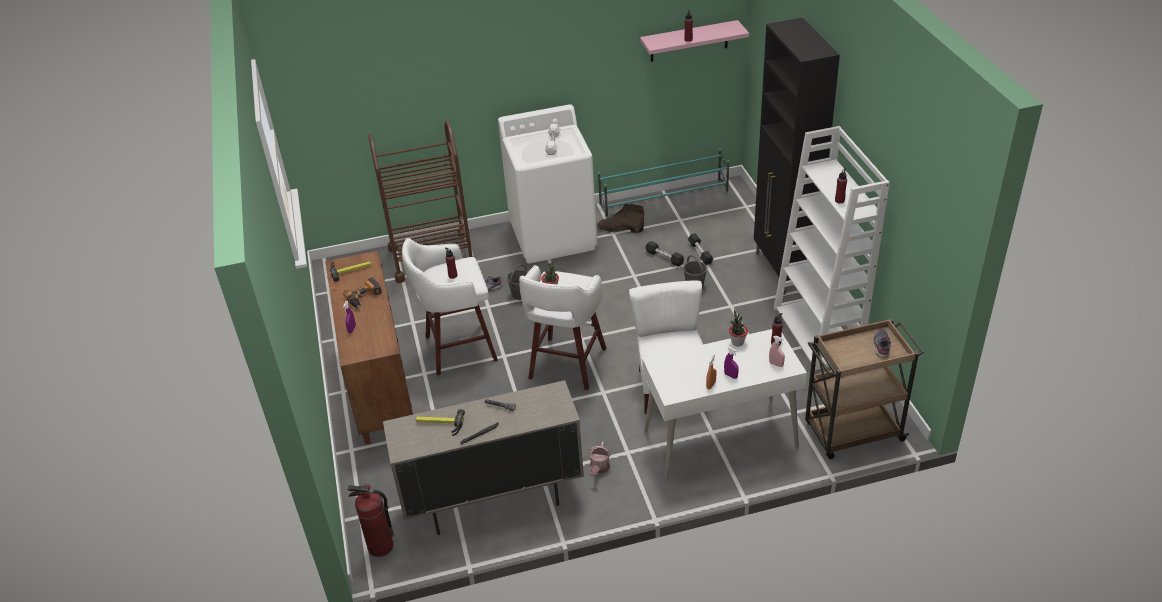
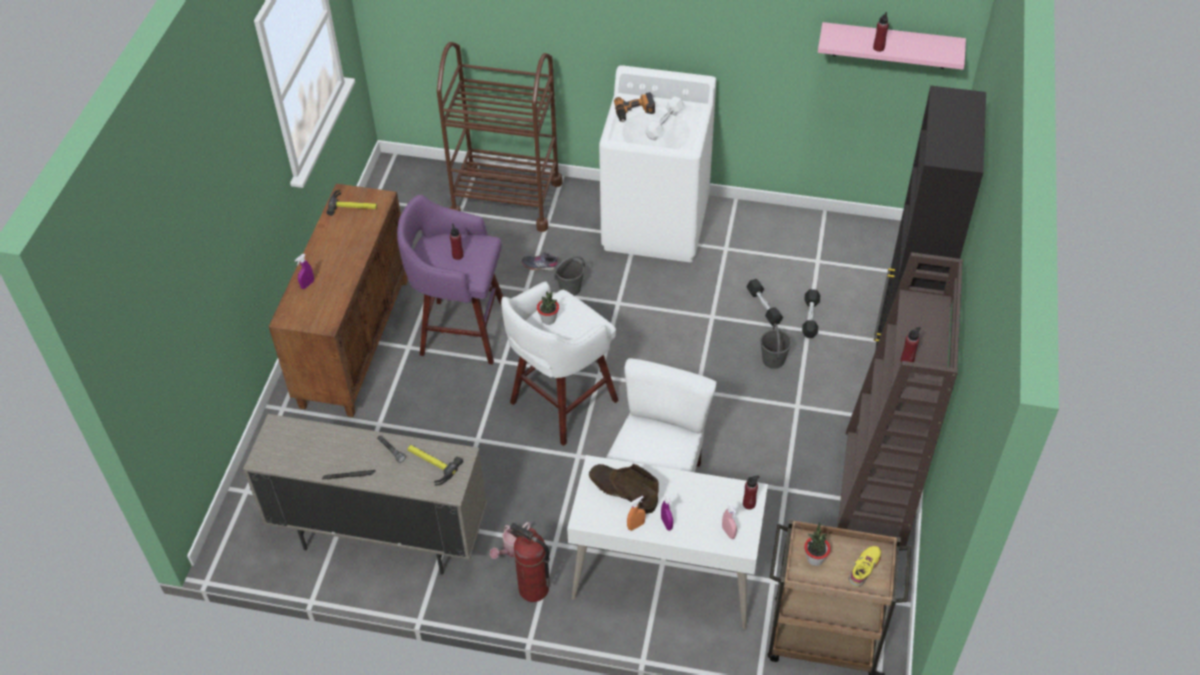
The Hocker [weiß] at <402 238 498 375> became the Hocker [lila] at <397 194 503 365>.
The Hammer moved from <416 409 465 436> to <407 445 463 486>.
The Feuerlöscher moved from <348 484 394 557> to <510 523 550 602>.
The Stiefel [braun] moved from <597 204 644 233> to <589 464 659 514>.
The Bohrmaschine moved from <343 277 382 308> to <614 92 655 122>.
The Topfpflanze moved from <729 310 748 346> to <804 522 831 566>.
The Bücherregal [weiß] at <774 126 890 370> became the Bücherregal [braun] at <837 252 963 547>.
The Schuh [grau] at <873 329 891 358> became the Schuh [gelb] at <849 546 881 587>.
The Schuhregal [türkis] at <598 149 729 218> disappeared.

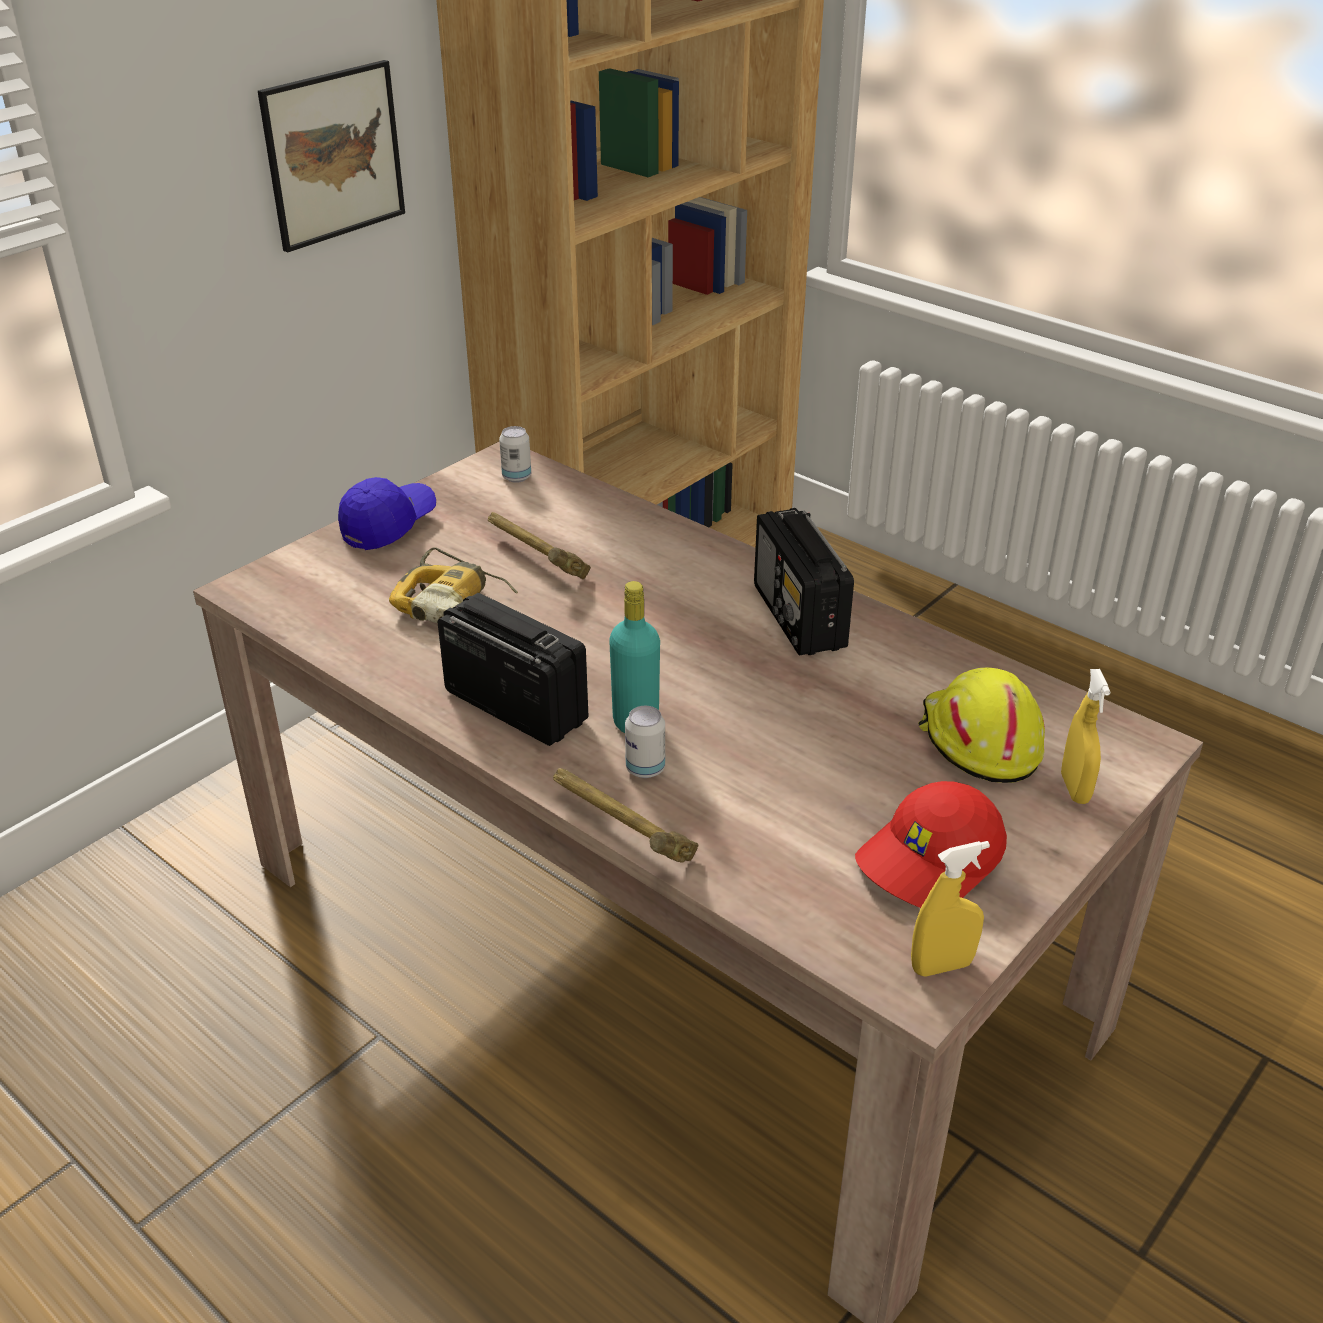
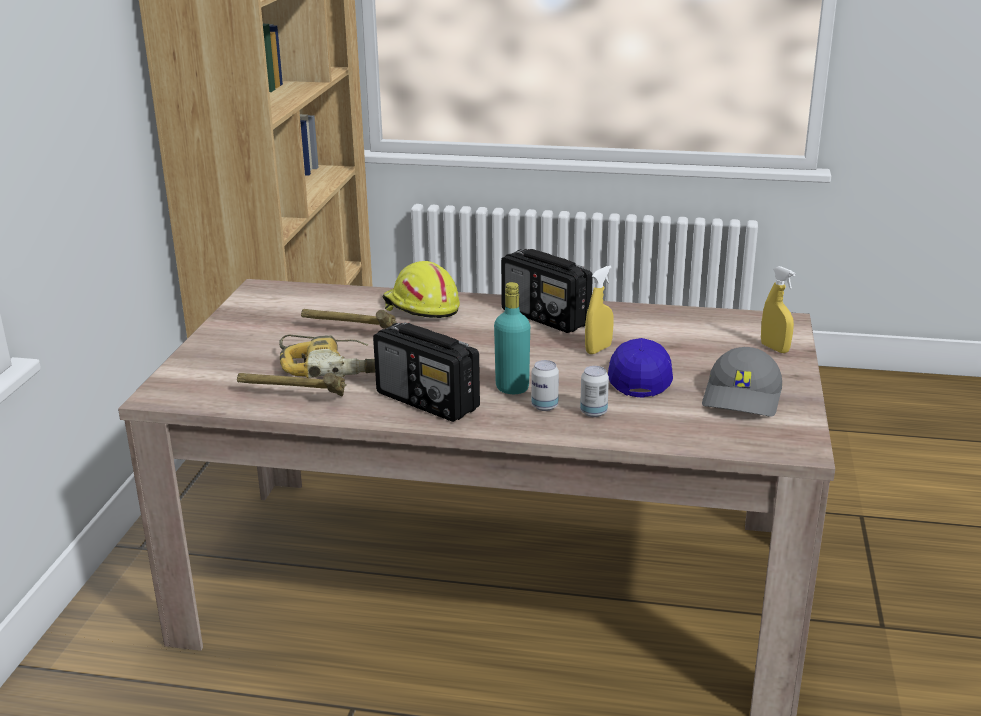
The Hammer moved from <553 768 699 863> to <237 373 347 396>.
The Radio at <438 593 588 746> turned 150 degrees counterclockwise.
The Schutzhelm [gelb] moved from <918 668 1045 783> to <383 261 460 318>.
The Dose moved from <499 426 531 483> to <580 366 609 417>.
The Sprühflasche [gelb] moved from <911 841 990 977> to <585 265 613 354>.
The Kappe [blau] moved from <338 477 436 550> to <608 338 673 398>.
The Kappe [rot] at <855 781 1007 908> became the Kappe [grau] at <702 347 782 417>.
The Bild at <258 60 405 252> disappeared.

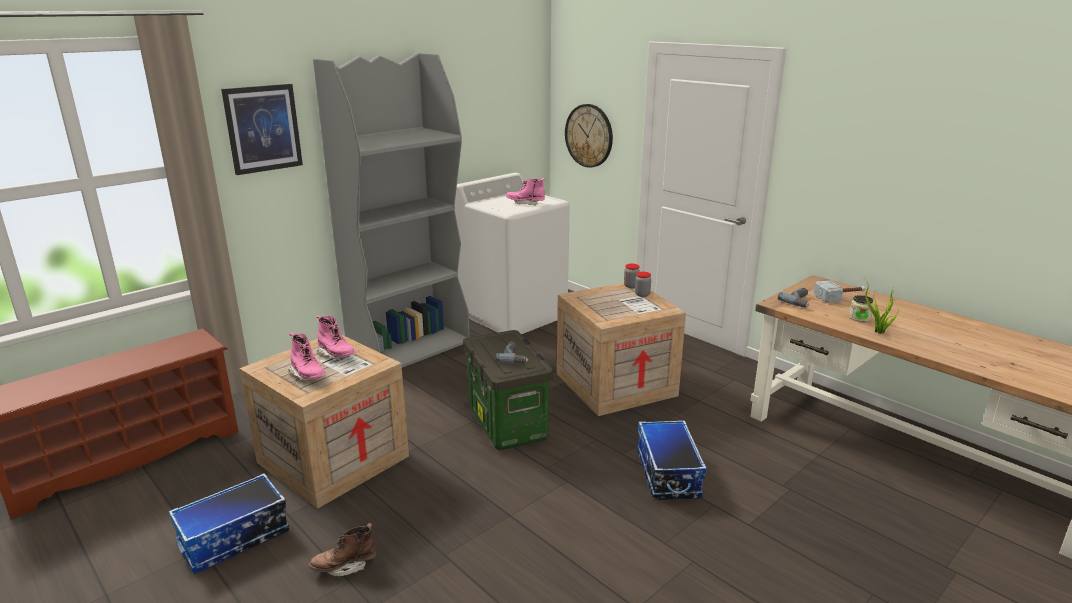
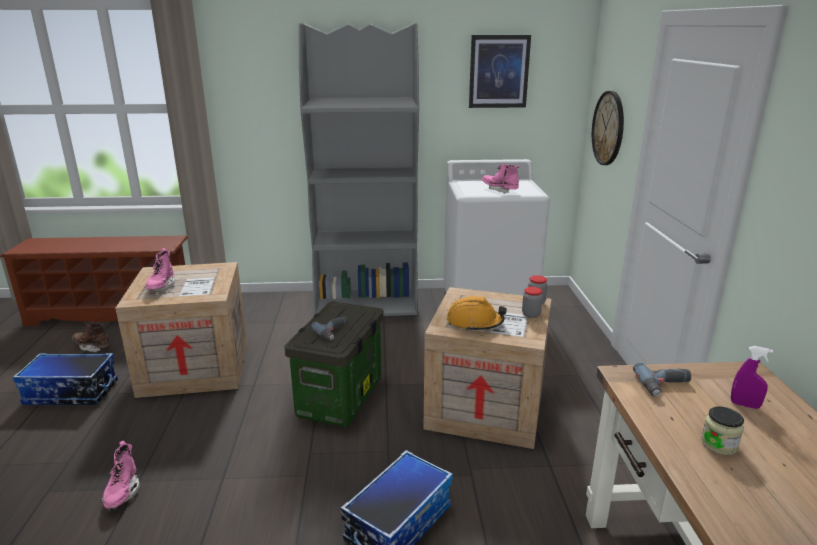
The Stiefel [braun] moved from <309 523 376 576> to <72 323 110 352>.
The Stiefel [rosa] moved from <317 315 356 359> to <102 440 140 509>.
The Schutzhelm [orange] at <447 296 507 332> appeared.
The Bild moved from <221 84 303 175> to <469 35 531 108>.
The Hammer at <814 280 866 303> was replaced by the Sprühflasche [lila] at <731 346 773 409>.
The Topfpflanze at <865 279 900 334> disappeared.

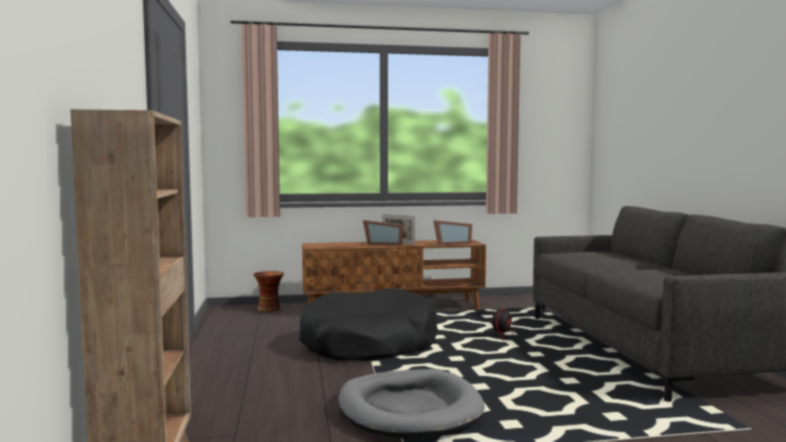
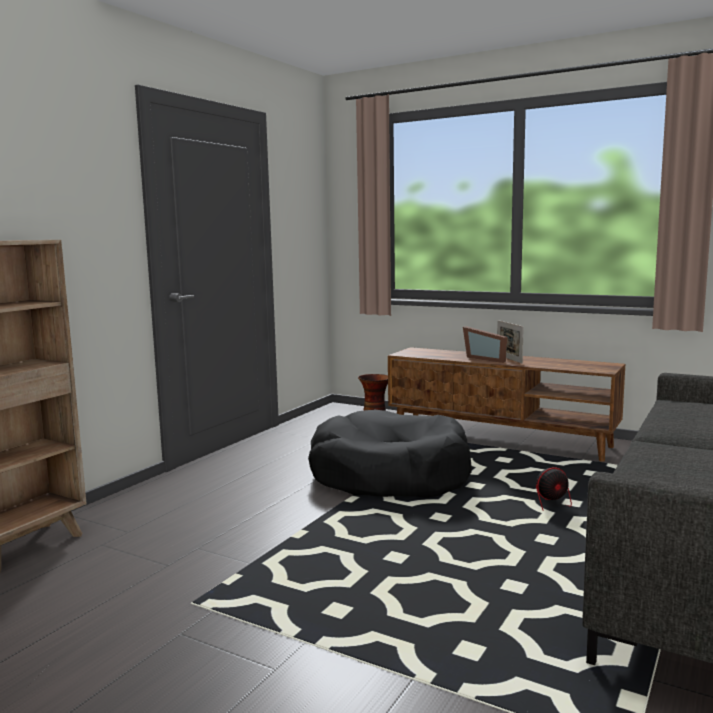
The Hundebett [grau] at <338 369 485 439> disappeared.
The Bilderrahmen at <433 220 472 245> disappeared.

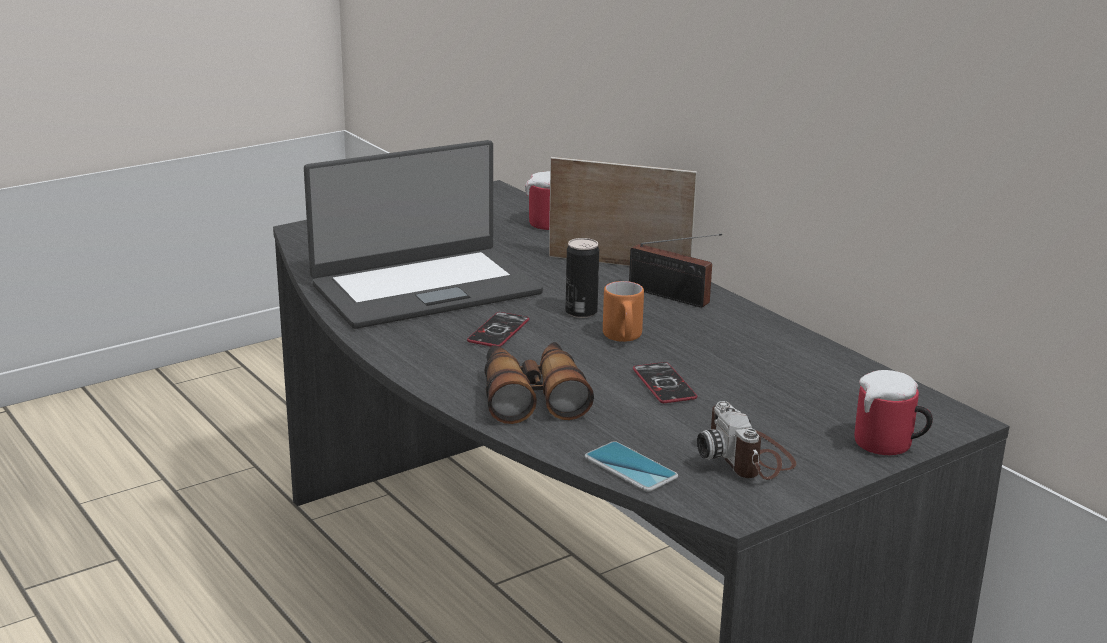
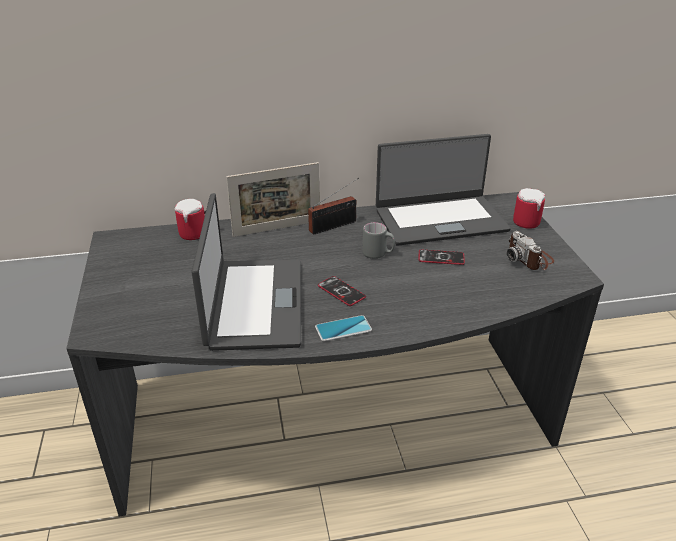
The Bilderrahmen at <549 157 697 266> turned 150 degrees counterclockwise.
The Handy moved from <585 441 678 492> to <315 315 372 342>.
The Henkelbecher [orange] at <603 281 644 342> became the Henkelbecher [grau] at <363 222 395 259>.
The Laptop at <376 134 511 246> appeared.
The Kamera at <697 401 796 480> turned 60 degrees clockwise.
The Fernglas at <485 342 594 424> disappeared.
The Dose at <565 238 599 318> disappeared.

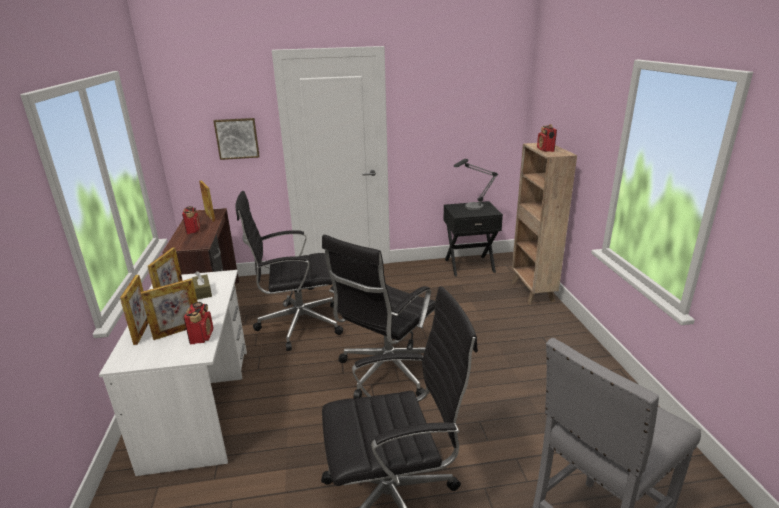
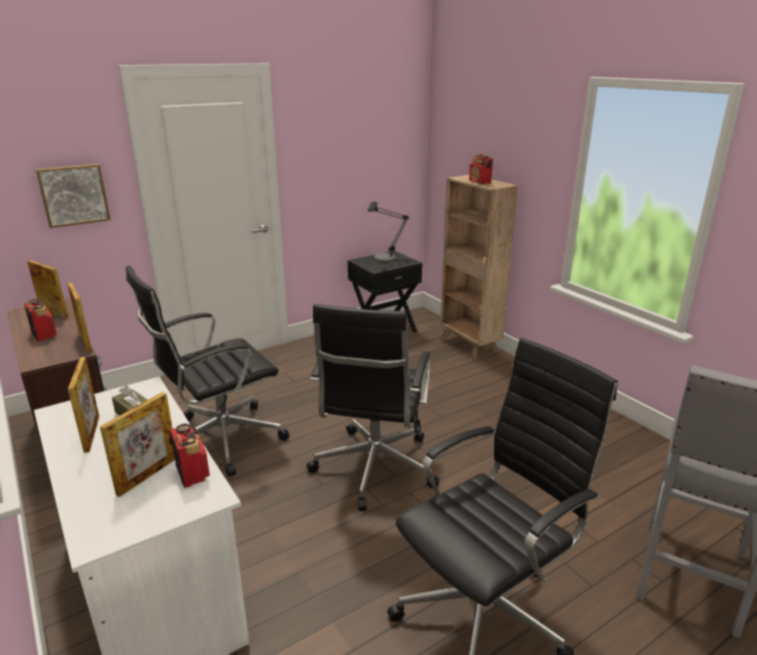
The Bilderrahmen moved from <120 275 149 345> to <67 283 92 353>.

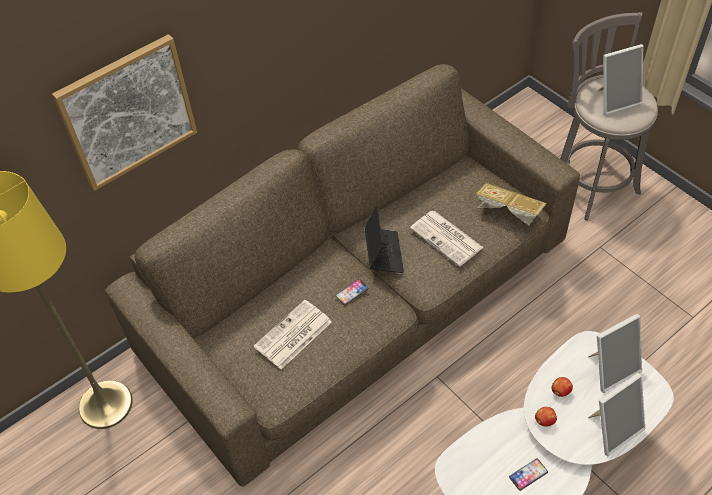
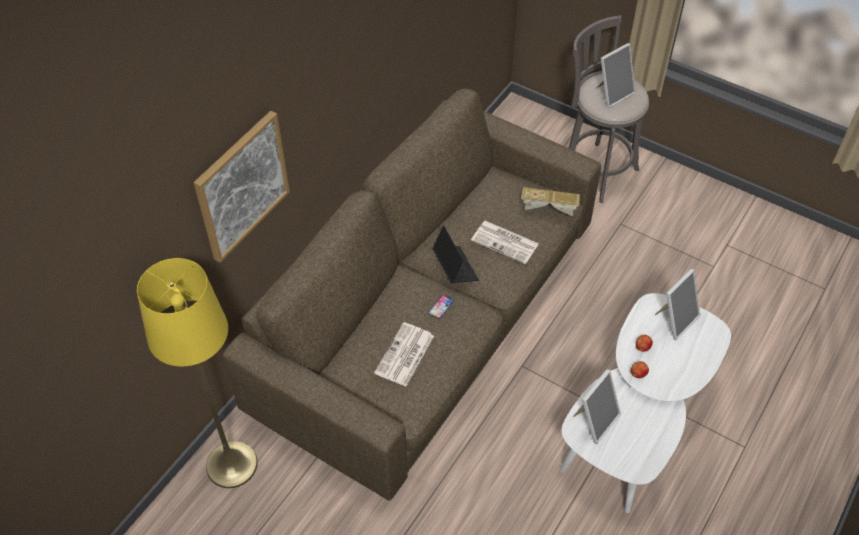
The Bilderrahmen moved from <588 373 645 456> to <573 369 621 444>.
The Handy at <509 458 548 491> disappeared.

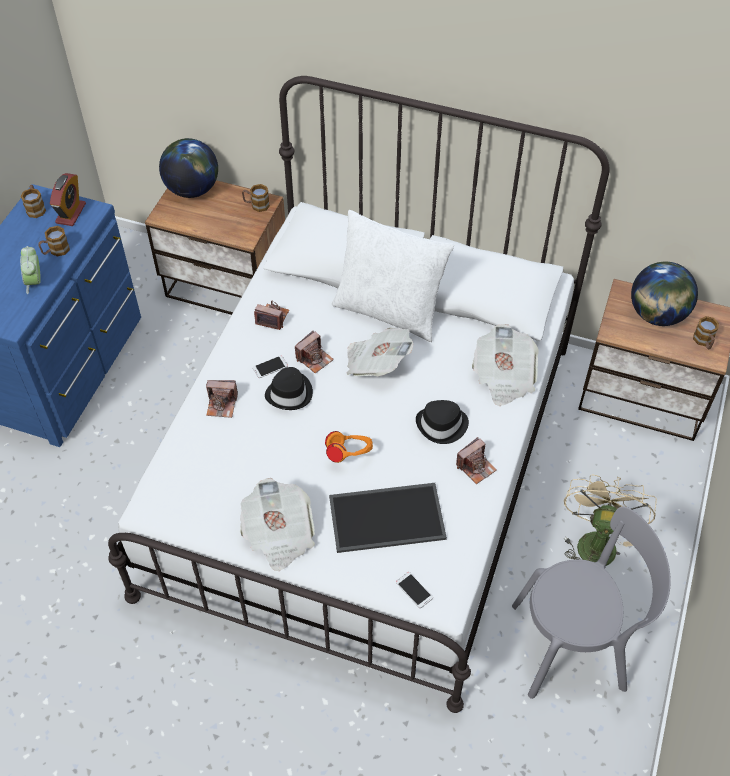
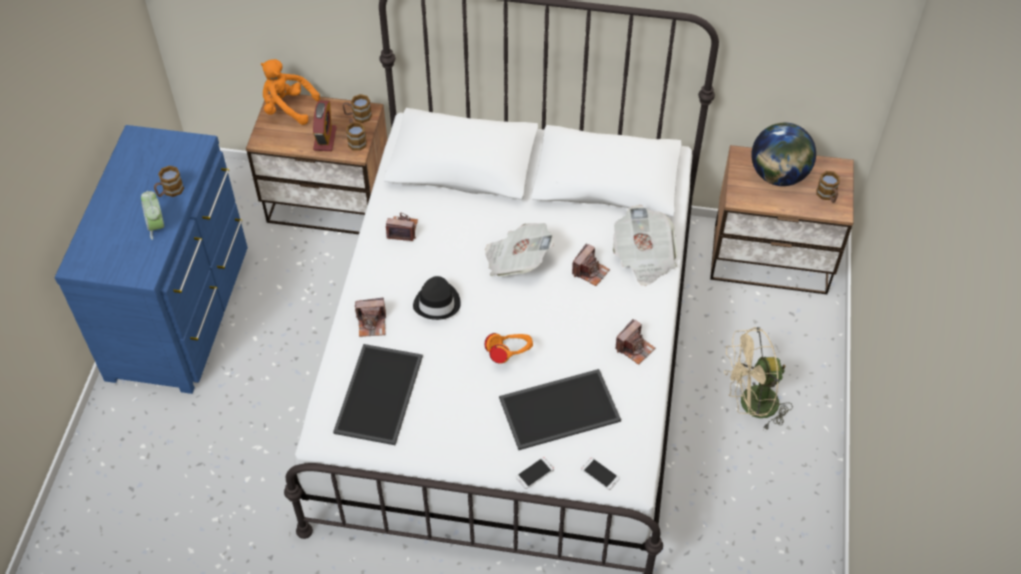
The Globus at <159 138 218 198> was replaced by the Plüschtier [orange] at <261 59 320 125>.
The Wecker moved from <50 173 86 226> to <313 101 337 151>.
The Tablett at <333 344 423 445> appeared.
The Henkelbecher moved from <21 185 46 218> to <346 119 367 151>.
The Handy moved from <253 355 288 378> to <516 457 554 489>.
The Kamera moved from <295 331 334 374> to <572 243 610 286>.
The Ventilator [beige] at <564 474 657 566> turned 105 degrees counterclockwise.
The Zeitung at <240 478 315 571> disappeared.
The Kissen [weiß] at <332 210 454 342> disappeared.
The Hut [schwarz] at <416 400 469 444> disappeared.
The Stuhl [grau] at <512 506 671 699> disappeared.

